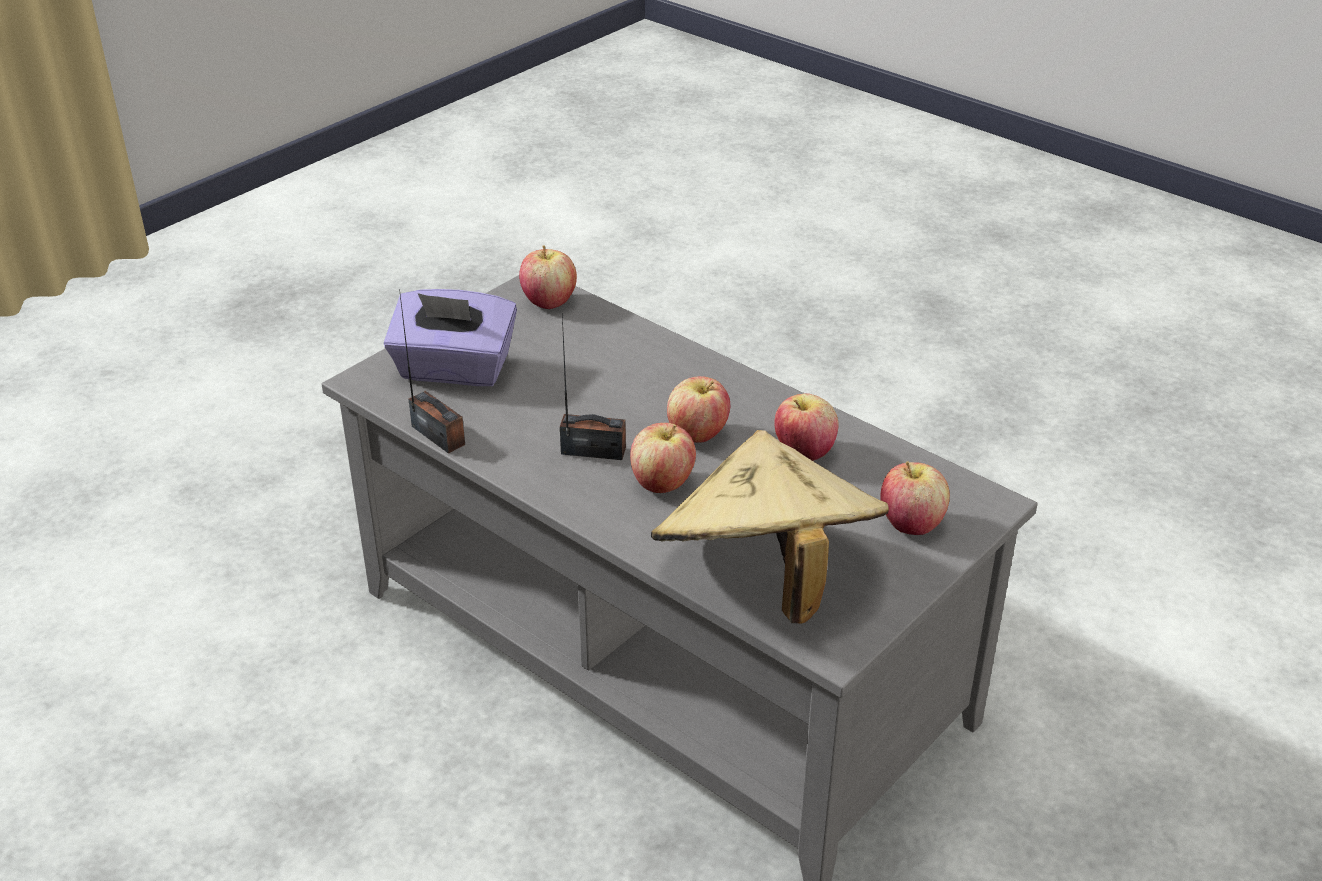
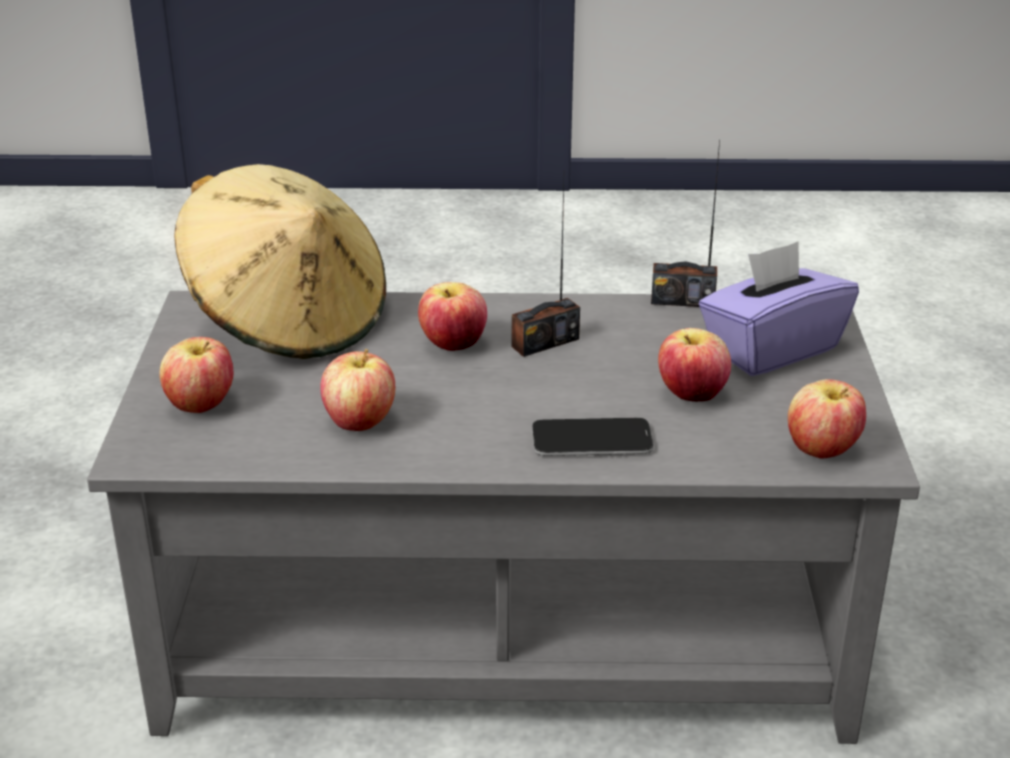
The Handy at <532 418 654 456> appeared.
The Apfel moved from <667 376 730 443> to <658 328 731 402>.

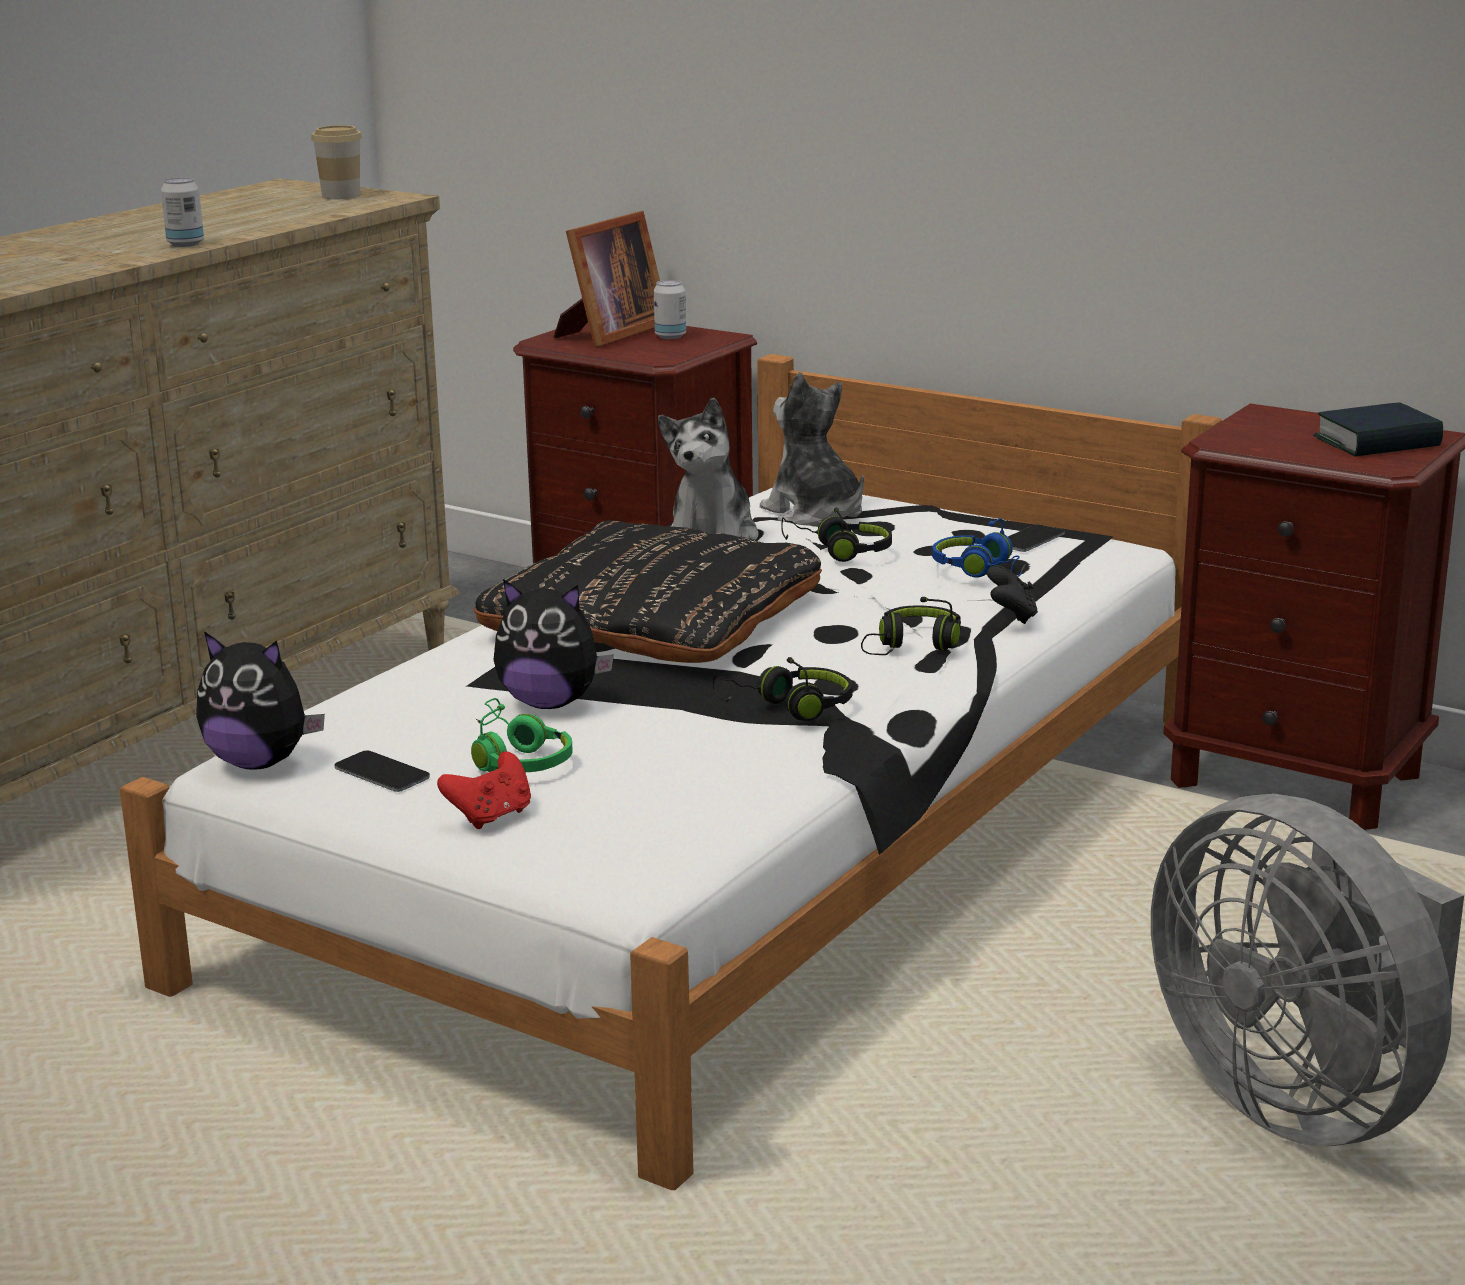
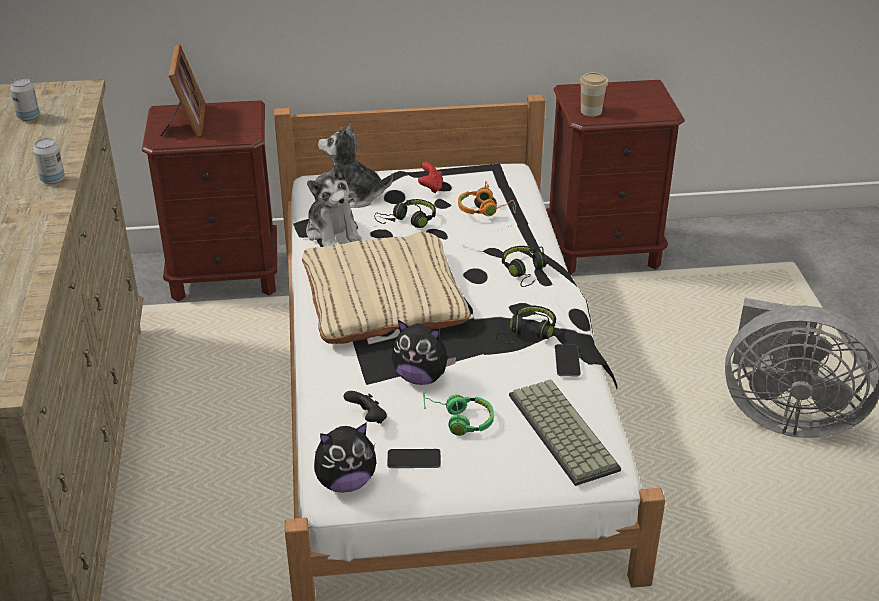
The Dose moved from <654 280 686 339> to <10 78 40 121>.
The Kissen [schwarz] at <474 520 822 663> became the Kissen [beige] at <302 232 471 344>.
The Gamepad [schwarz] moved from <987 565 1038 624> to <344 391 387 423>.
The Plüschtier at <494 579 614 709> turned 45 degrees clockwise.
The Gamepad [rot] moved from <437 751 531 829> to <418 162 443 193>.
The Kopfhörer [blau] at <932 518 1025 578> became the Kopfhörer [orange] at <458 181 516 216>.
The Tastatur at <509 379 621 486> appeared.
The Handy moved from <1008 524 1065 552> to <555 344 581 376>.
The Tasse moved from <311 125 362 199> to <580 72 608 116>.
The Buch at <1314 402 1443 456> disappeared.

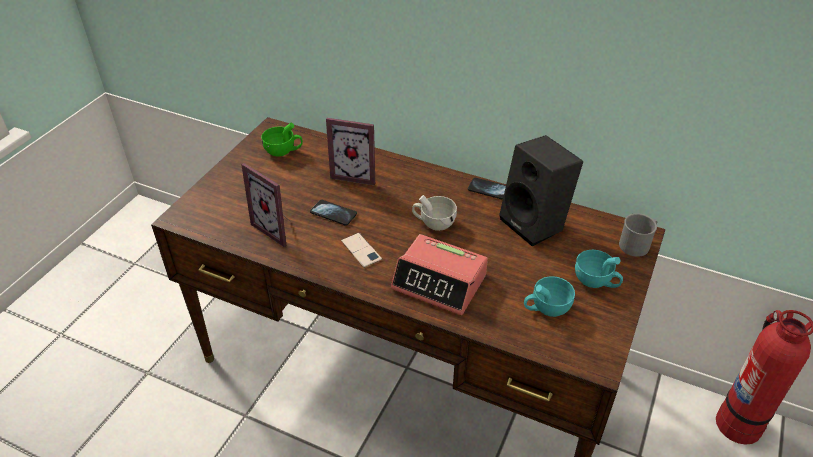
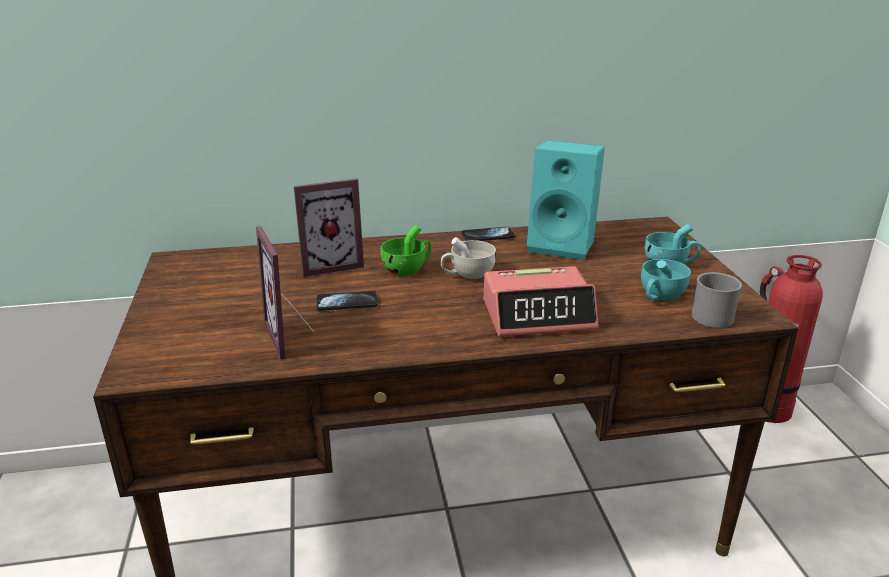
The Bilderrahmen at <241 163 290 247> turned 60 degrees clockwise.
The Tasse [grün] moved from <261 123 303 156> to <381 225 431 276>.
The Lautsprecher [schwarz] at <499 135 583 247> became the Lautsprecher [türkis] at <527 140 605 260>.
The Henkelbecher [grau] moved from <619 213 657 257> to <692 272 742 328>.
The Handy at <341 233 382 268> disappeared.

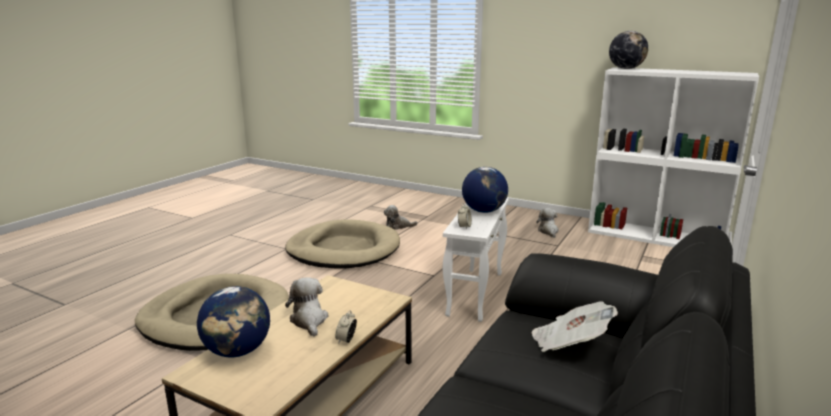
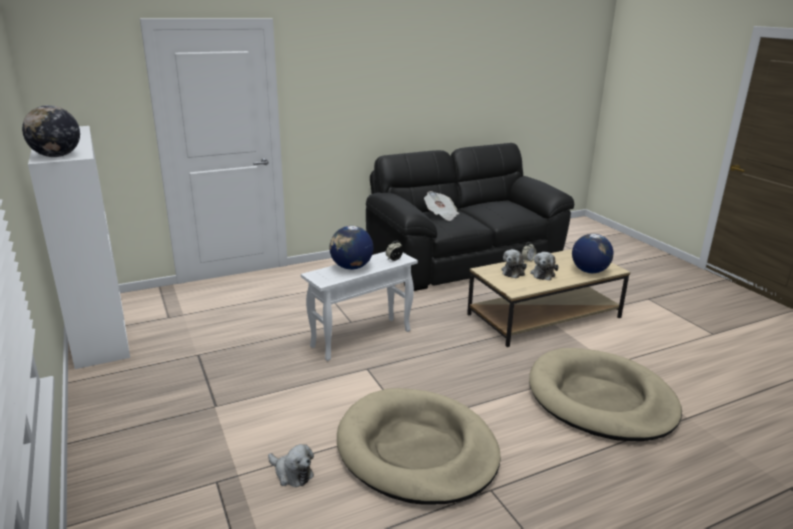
The Plüschtier moved from <536 208 559 238> to <501 249 527 278>.

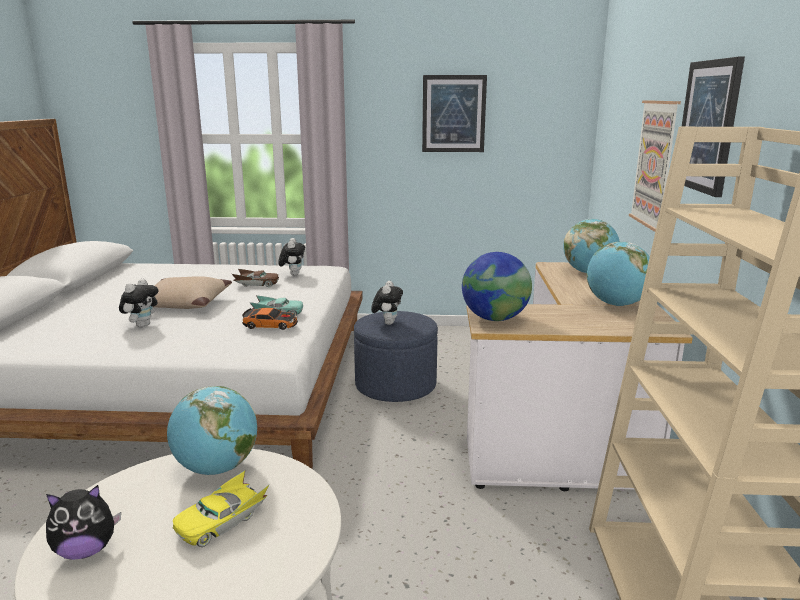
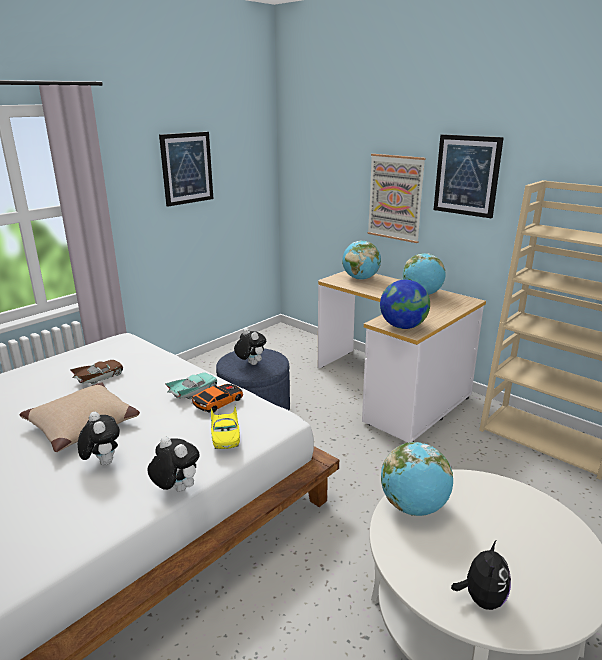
The Plüschtier moved from <279 238 305 276> to <147 437 200 492>.
The Spielzeugauto [gelb] moved from <173 470 269 547> to <211 405 240 449>.

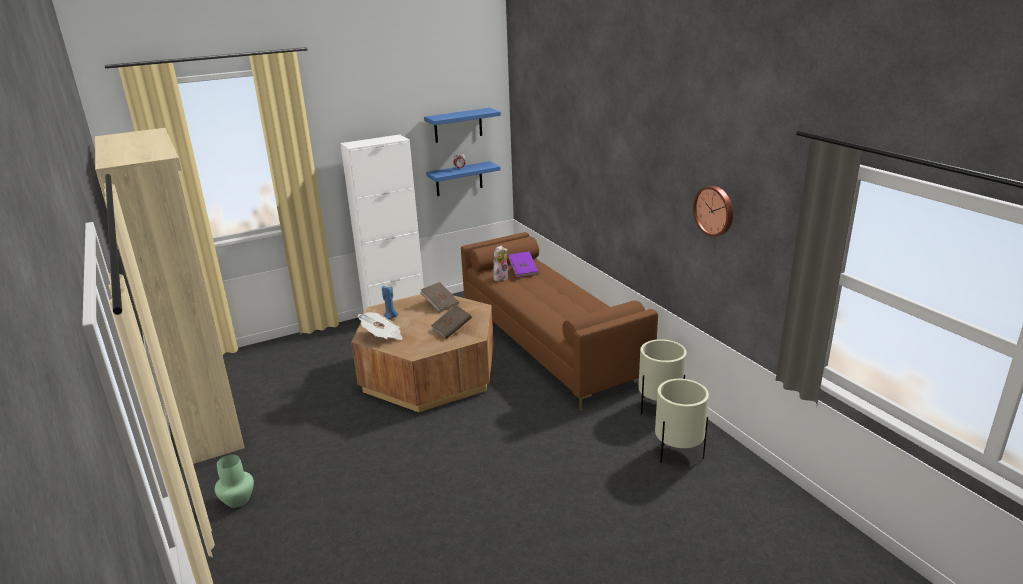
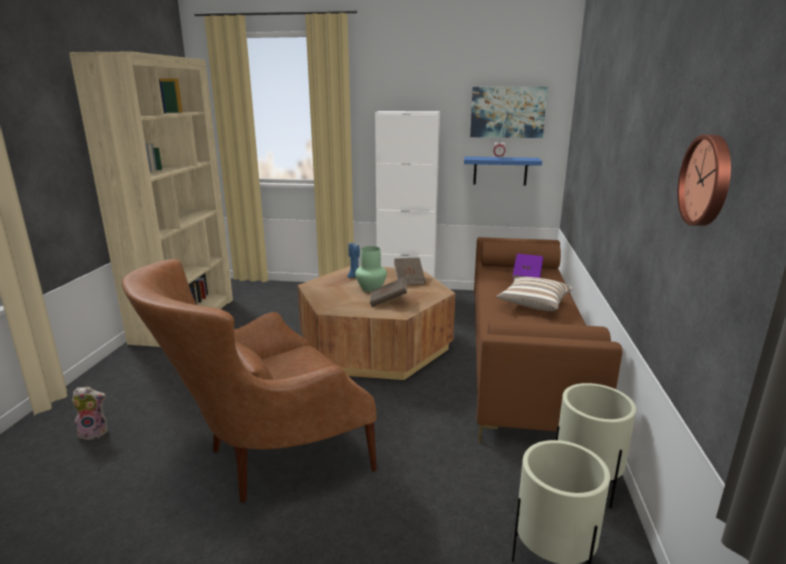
The Plüschtier moved from <493 245 509 281> to <72 386 108 440>.
The Sessel [braun] at <122 259 377 503> appeared.
The Vase [grün] moved from <215 455 254 508> to <355 246 387 292>.
The Wandregal [blau] at <424 108 501 143> was replaced by the Bild at <470 87 548 138>.
The Kissen at <496 277 572 311> appeared.
The Zeitung at <358 312 402 340> disappeared.

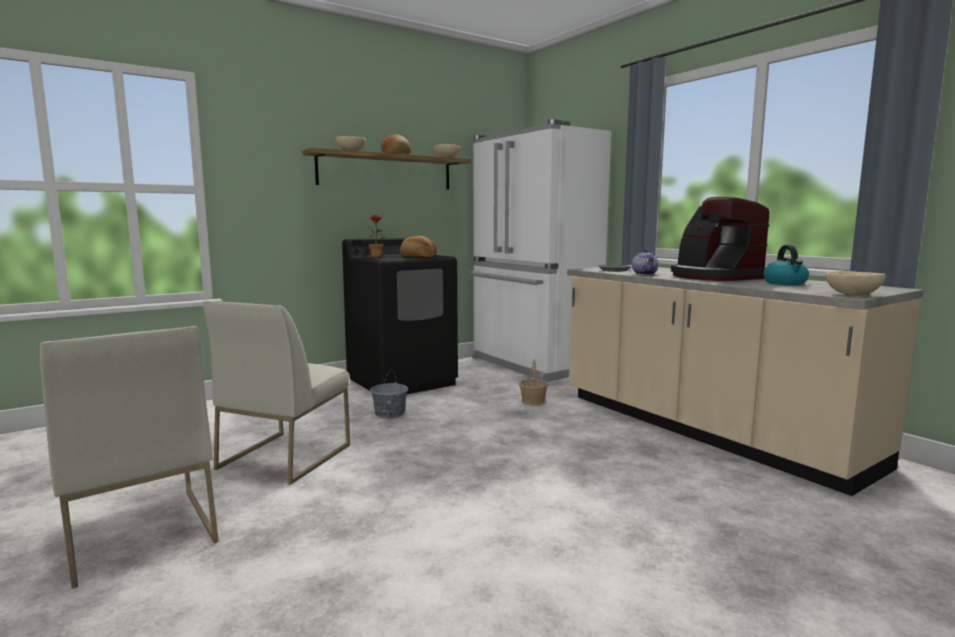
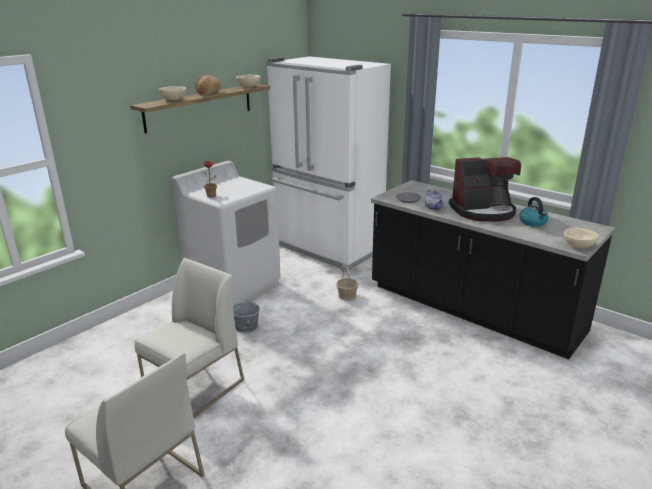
The Stuhl [weiß] at <203 301 350 485> turned 150 degrees counterclockwise.
The Waschmaschine [schwarz] at <342 238 458 395> became the Waschmaschine [weiß] at <172 161 281 305>.
The Küchenzeile [beige] at <567 265 924 496> became the Küchenzeile [schwarz] at <371 180 615 359>.
The Kaffeemaschine at <671 197 770 281> turned 60 degrees counterclockwise.
The Brot at <400 236 437 257> disappeared.

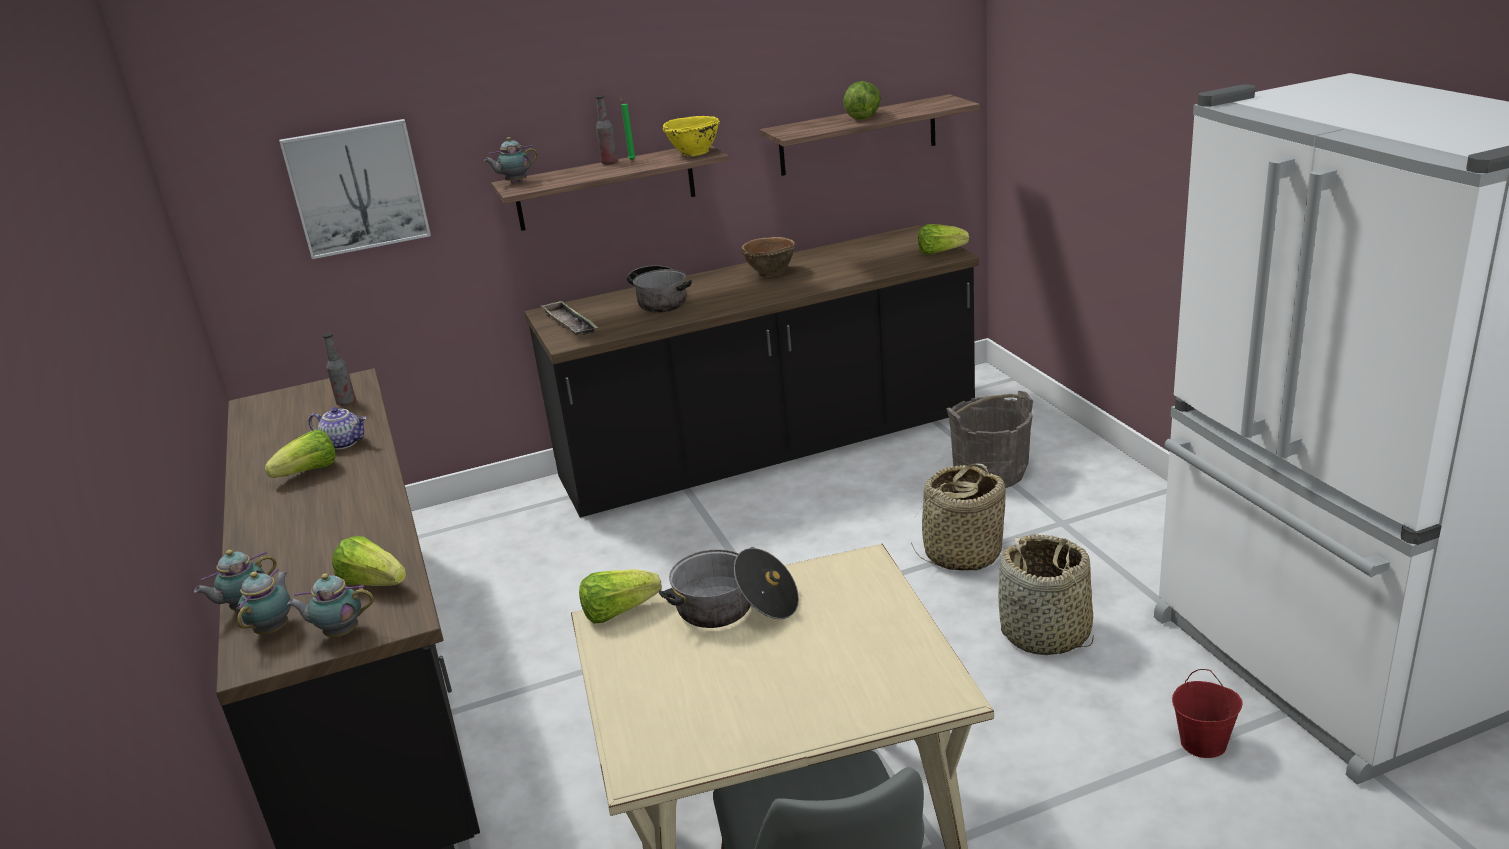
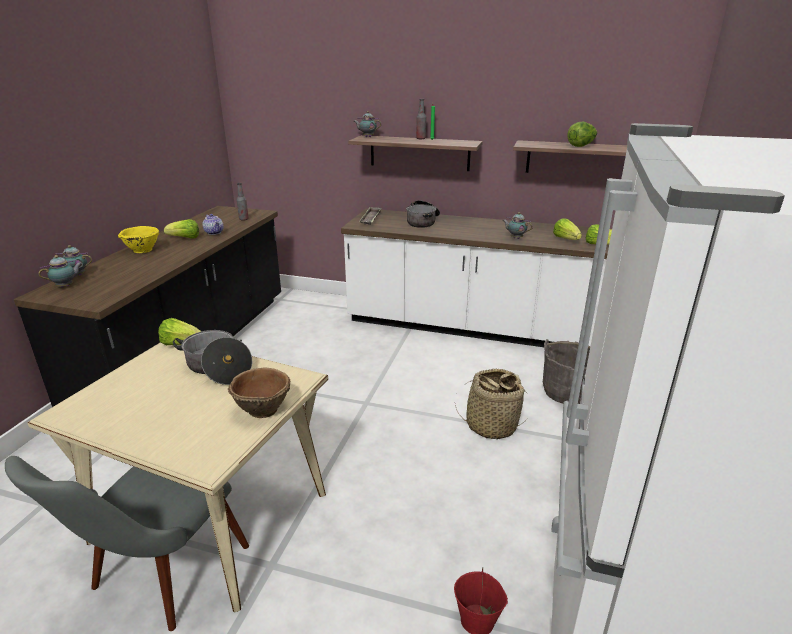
The Schüssel [gelb] moved from <663 116 720 156> to <118 226 159 253>.
The Schüssel [braun] moved from <742 237 796 277> to <228 367 291 418>.
The Küchenzeile [schwarz] at <524 225 979 518> became the Küchenzeile [weiß] at <341 208 612 347>.
The Teekanne moved from <287 573 374 637> to <503 212 533 239>.
The Salatkopf moved from <332 536 406 586> to <553 218 582 240>.
The Bild at <279 119 431 259> disappeared.
The Korb at <998 534 1094 655> disappeared.

